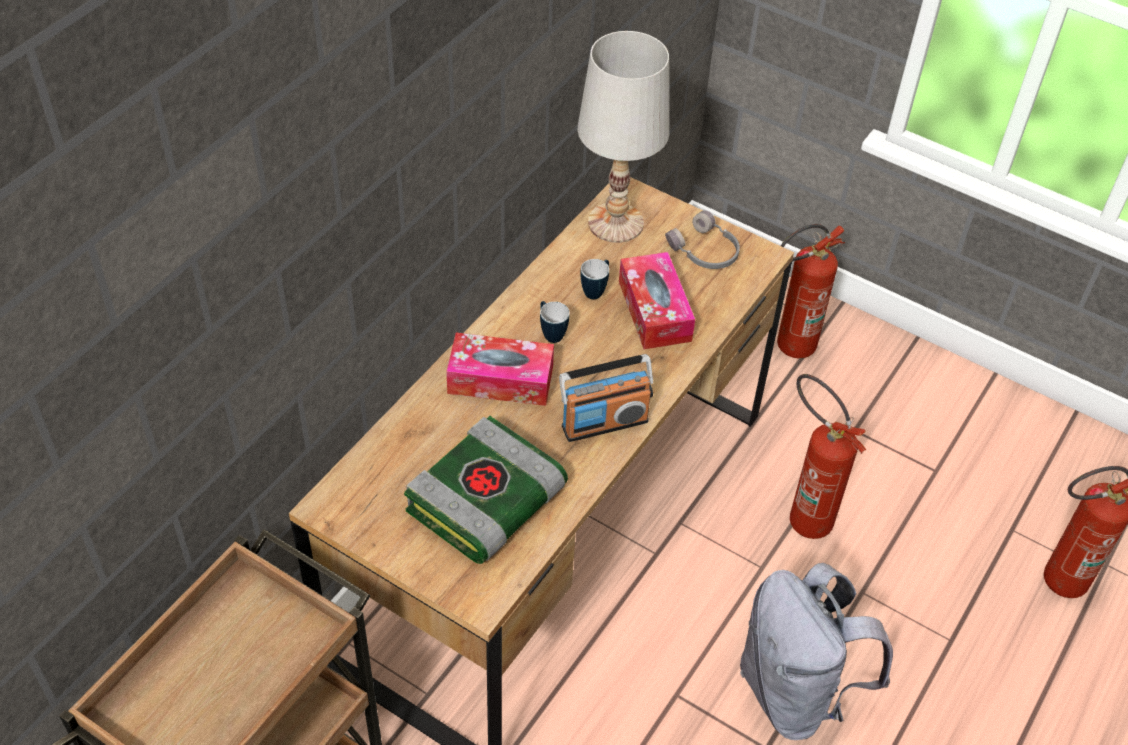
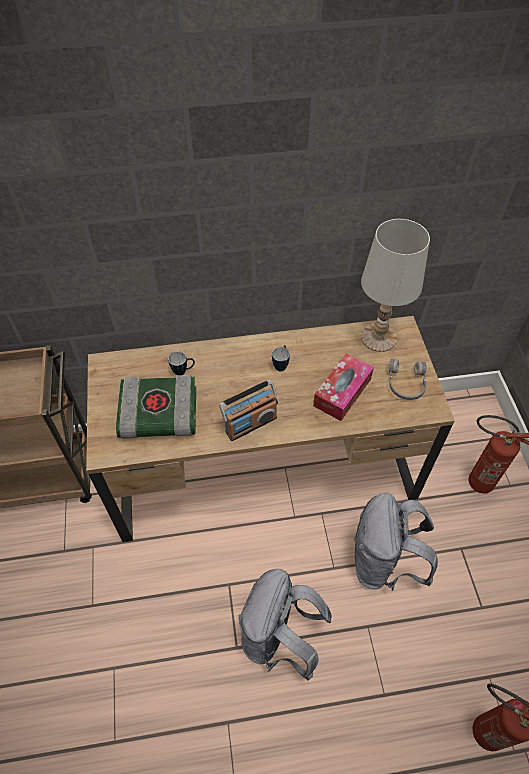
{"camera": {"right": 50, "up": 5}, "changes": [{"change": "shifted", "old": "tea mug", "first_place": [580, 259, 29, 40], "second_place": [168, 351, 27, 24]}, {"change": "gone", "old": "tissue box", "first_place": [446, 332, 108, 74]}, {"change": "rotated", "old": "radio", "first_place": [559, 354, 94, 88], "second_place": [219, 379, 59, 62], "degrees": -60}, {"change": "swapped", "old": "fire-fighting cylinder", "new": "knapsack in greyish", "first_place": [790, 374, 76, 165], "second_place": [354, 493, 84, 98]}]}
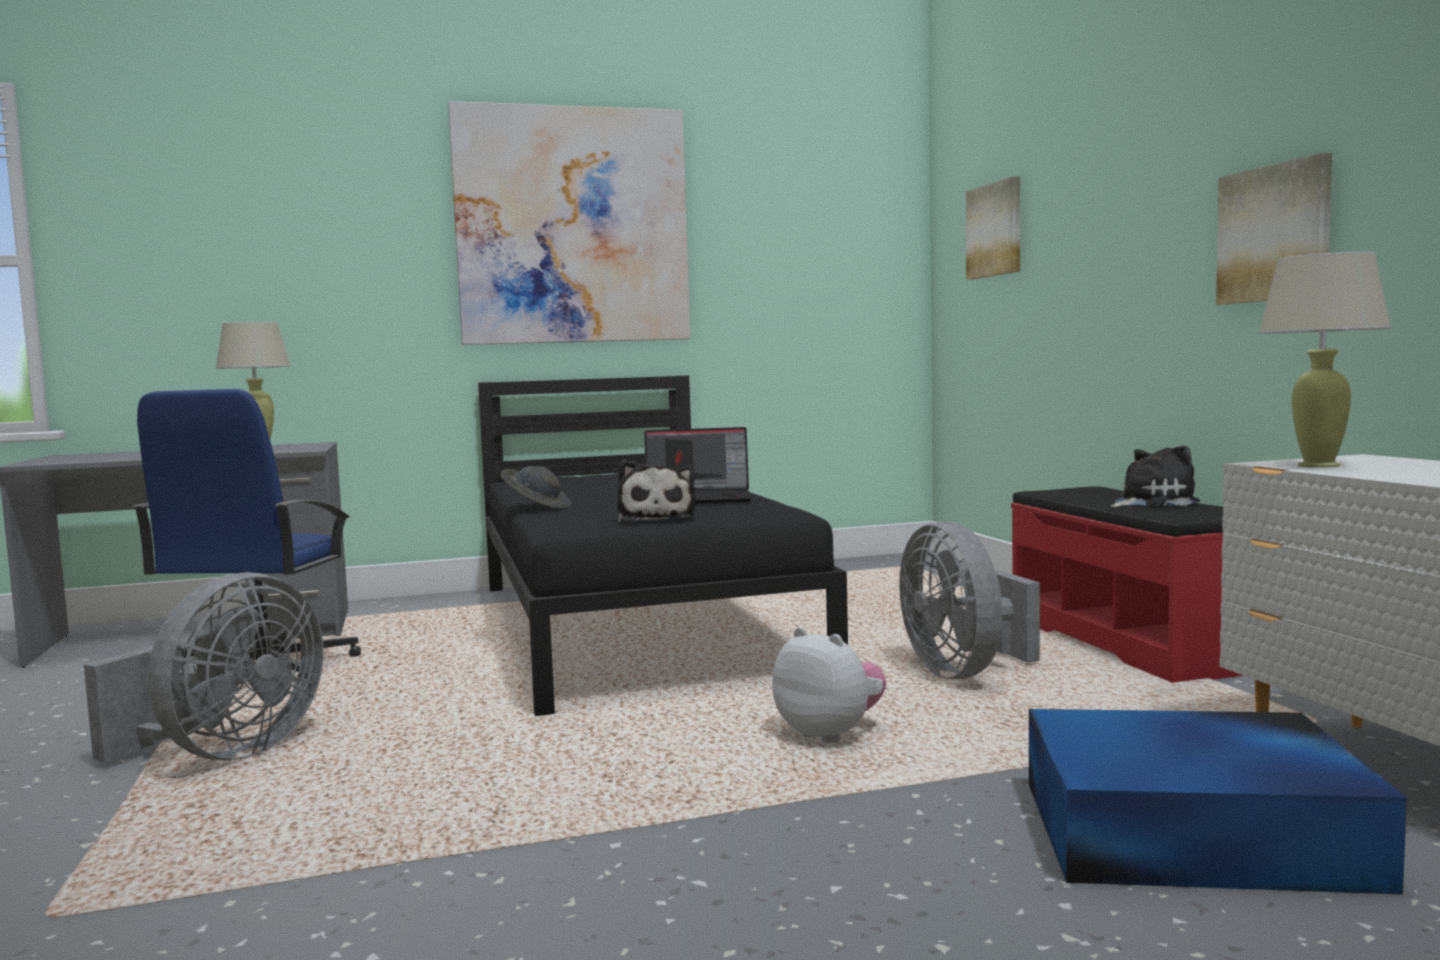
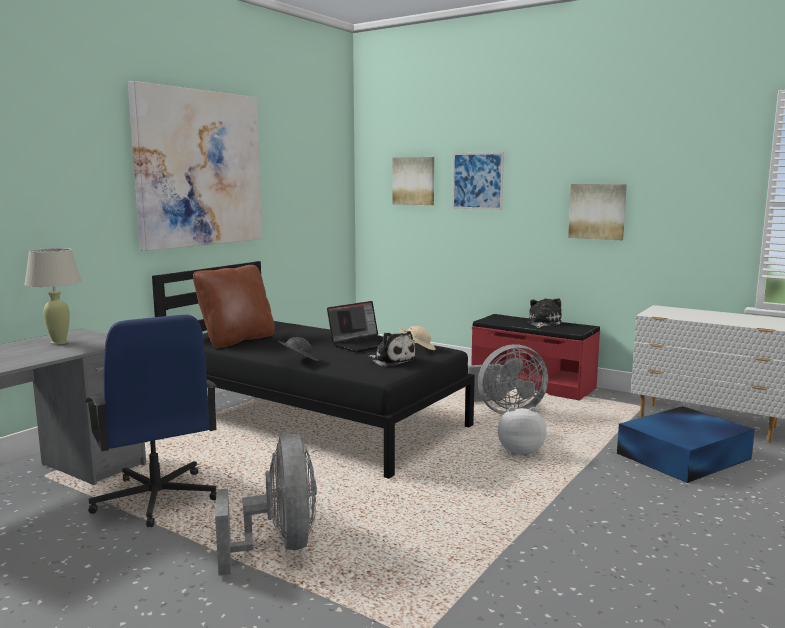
{"camera": {"right": -40, "up": 5}, "changes": [{"change": "gone", "old": "lamp for a table in beige", "first_place": [1259, 252, 132, 216]}, {"change": "rotated", "old": "fan in greyish", "first_place": [899, 521, 141, 158], "second_place": [468, 344, 80, 71], "degrees": -45}, {"change": "new", "new": "wall picture", "second_place": [452, 152, 52, 58]}, {"change": "new", "new": "cushion in brown-coloured", "second_place": [193, 265, 82, 84]}, {"change": "new", "new": "clothing hat in beige", "second_place": [399, 326, 37, 24]}]}
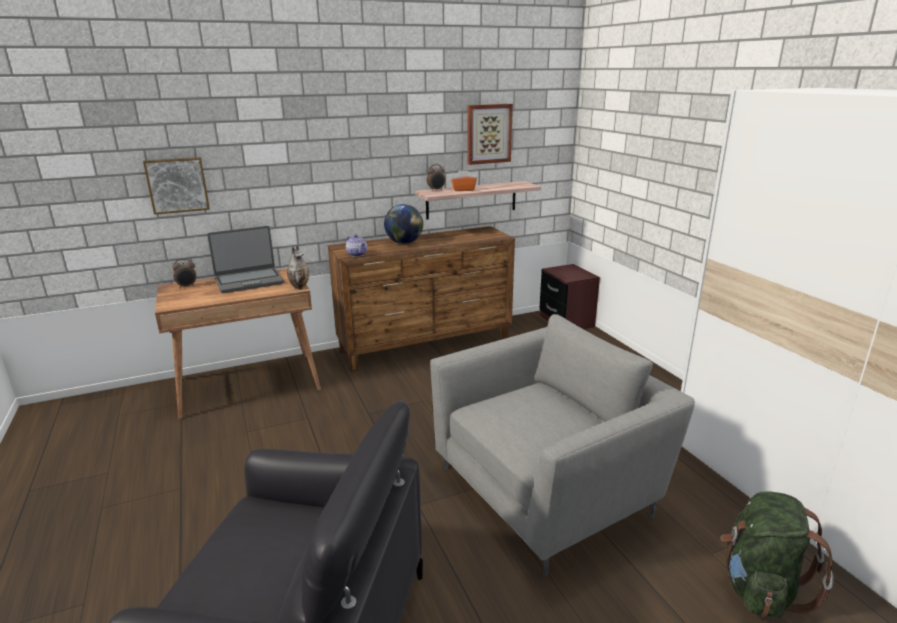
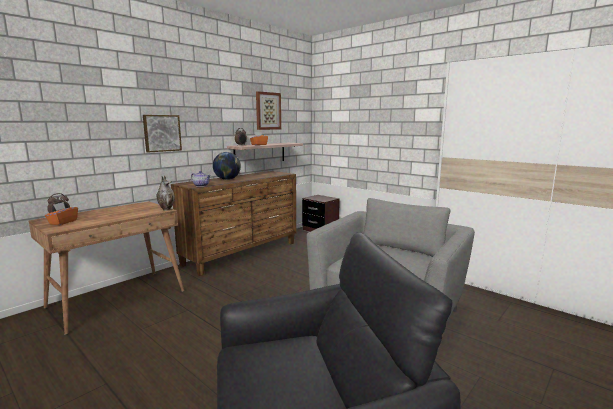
{"camera": {"right": -25, "up": -10}, "changes": [{"change": "shifted", "old": "wall picture", "first_place": [143, 157, 67, 58], "second_place": [143, 115, 39, 37]}, {"change": "gone", "old": "notebook computer", "first_place": [207, 226, 77, 67]}, {"change": "gone", "old": "knapsack in green", "first_place": [720, 491, 114, 128]}, {"change": "new", "new": "tissue box in orange", "second_place": [45, 202, 33, 23]}]}
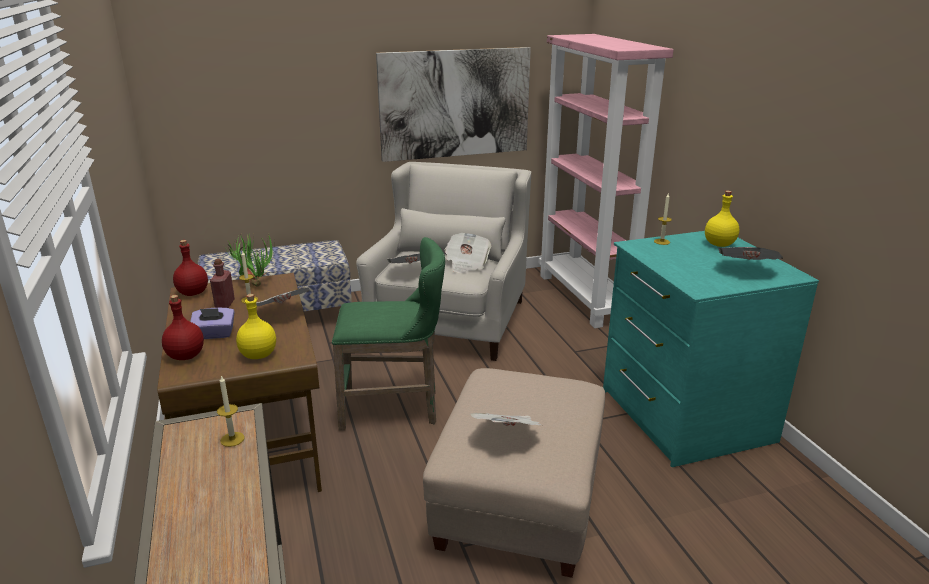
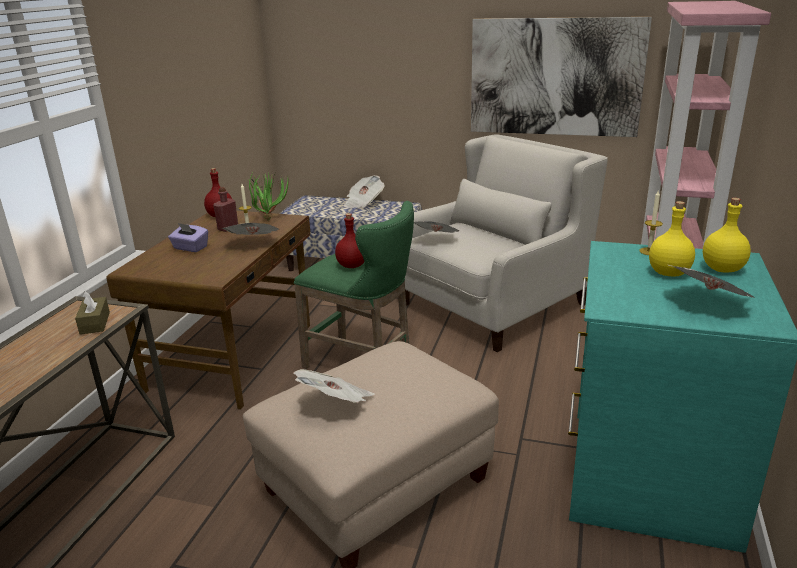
{"camera": {"right": 35, "up": 0}, "changes": [{"change": "shifted", "old": "newspaper", "first_place": [445, 233, 46, 40], "second_place": [344, 175, 40, 33]}, {"change": "shifted", "old": "beverage bottle in yellow", "first_place": [236, 294, 40, 65], "second_place": [649, 201, 46, 76]}, {"change": "shifted", "old": "beverage bottle in red", "first_place": [162, 295, 42, 65], "second_place": [335, 213, 29, 55]}, {"change": "swapped", "old": "wax light", "new": "tissue box in brown-coloured", "first_place": [217, 375, 28, 72], "second_place": [75, 291, 35, 44]}]}
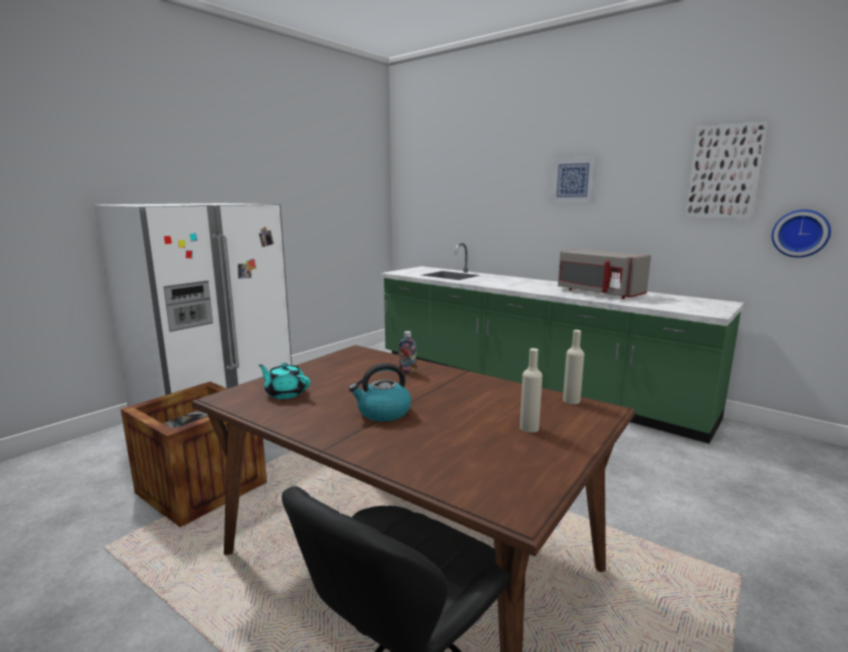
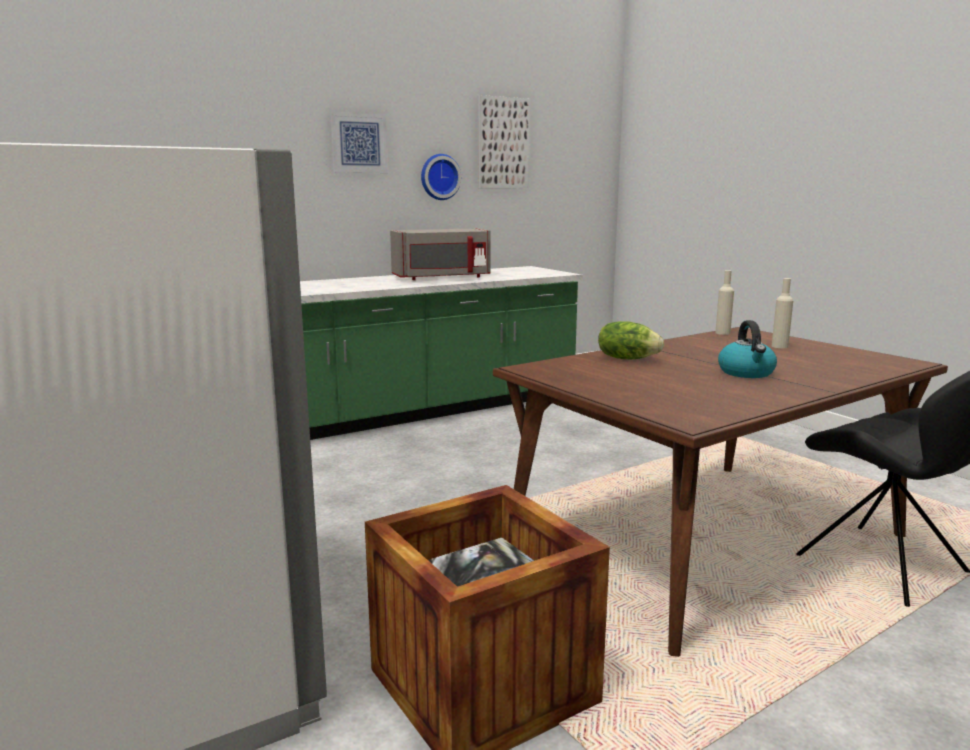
{"camera": {"right": -70, "up": 0}, "changes": [{"change": "shifted", "old": "hanging clock", "first_place": [772, 209, 59, 49], "second_place": [421, 154, 40, 46]}, {"change": "swapped", "old": "beverage bottle", "new": "lettuce", "first_place": [399, 331, 18, 43], "second_place": [598, 321, 66, 38]}, {"change": "gone", "old": "pot for tea in blue-green", "first_place": [258, 363, 52, 36]}]}
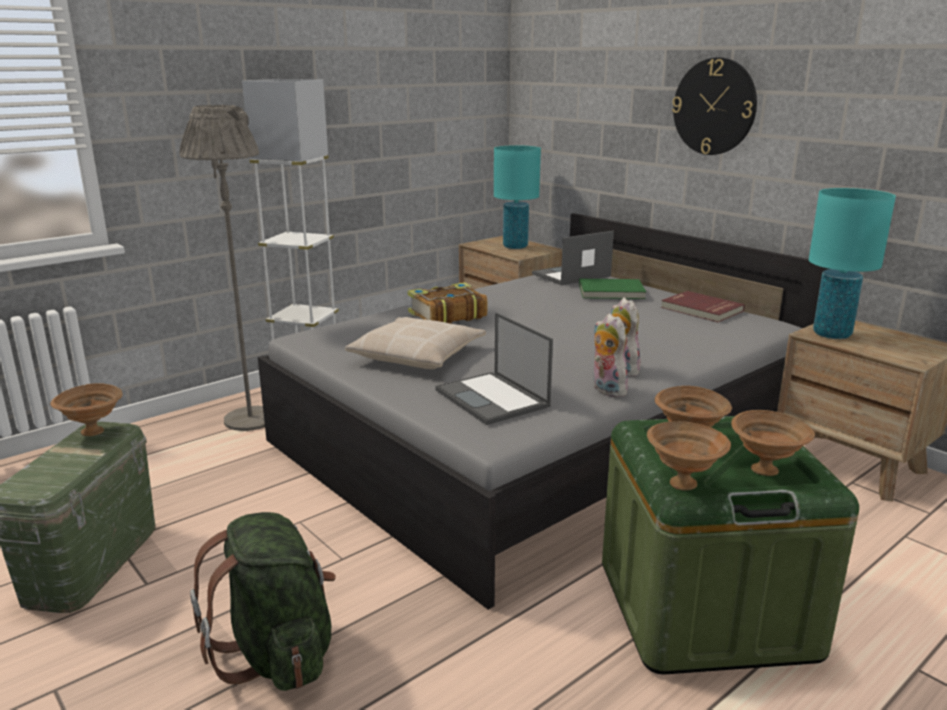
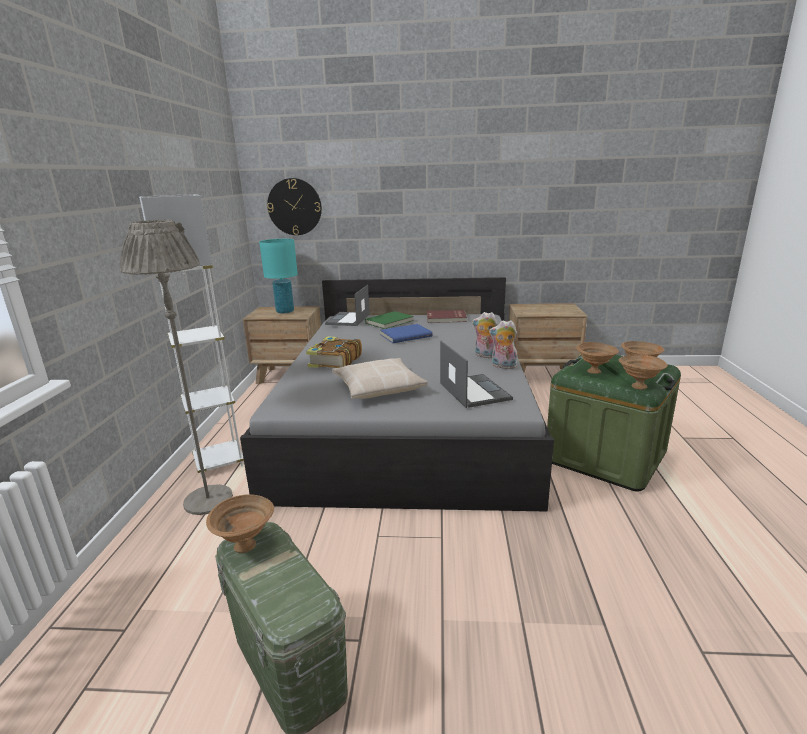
{"camera": {"right": -45, "up": 0}, "changes": [{"change": "shifted", "old": "hanging clock", "first_place": [672, 57, 85, 98], "second_place": [267, 178, 55, 57]}, {"change": "gone", "old": "lamp for a table in blue-green", "first_place": [809, 188, 87, 151]}, {"change": "rotated", "old": "notebook computer", "first_place": [435, 312, 118, 113], "second_place": [440, 341, 73, 67], "degrees": -120}, {"change": "gone", "old": "knapsack in green", "first_place": [190, 512, 146, 179]}, {"change": "new", "new": "volume in blue", "second_place": [380, 324, 53, 19]}]}
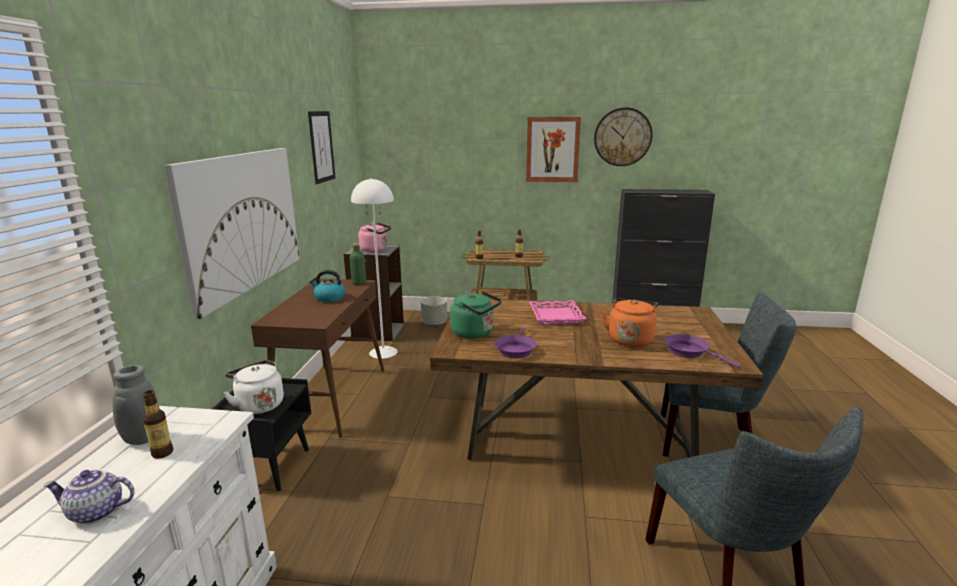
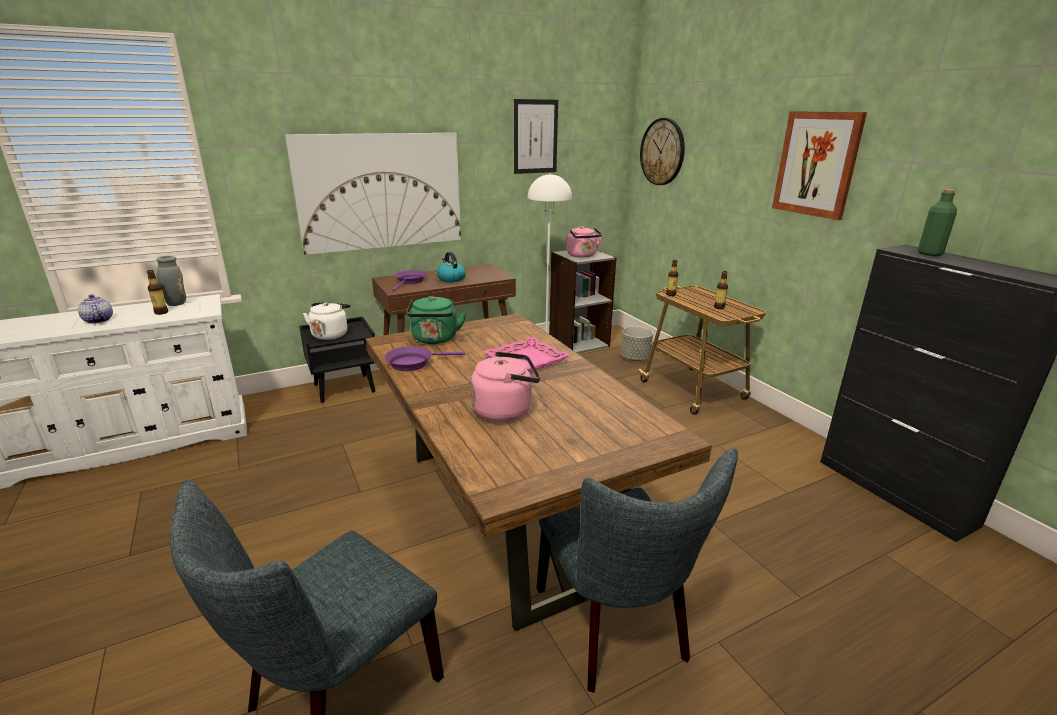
{"camera": {"right": 55, "up": 5}, "changes": [{"change": "shifted", "old": "hanging clock", "first_place": [594, 107, 59, 59], "second_place": [640, 118, 45, 67]}, {"change": "shifted", "old": "beverage bottle in green", "first_place": [350, 243, 16, 42], "second_place": [918, 189, 39, 67]}, {"change": "repainted", "old": "kettle in orange", "new": "kettle in pink-coloured", "first_place": [600, 298, 58, 49], "second_place": [471, 351, 69, 71]}, {"change": "shifted", "old": "frying pan in purple-coloured", "first_place": [665, 334, 76, 34], "second_place": [392, 270, 34, 21]}]}
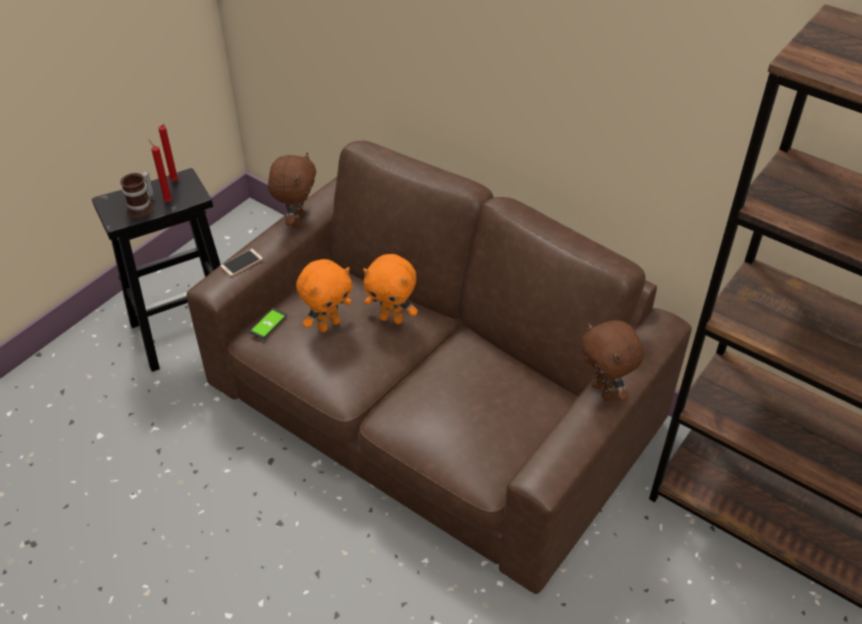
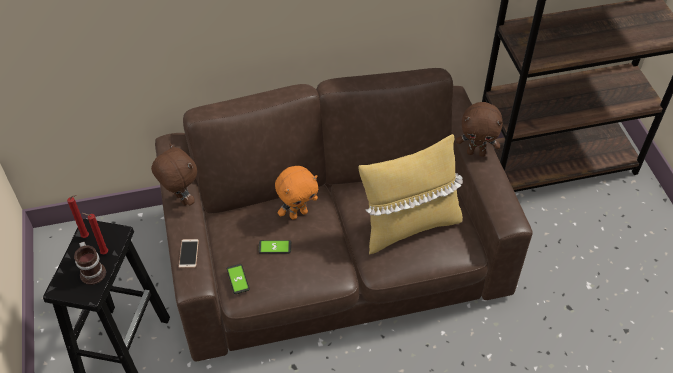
{"camera": {"right": -50, "up": 5}, "changes": [{"change": "swapped", "old": "plush toy in orange", "new": "handset", "first_place": [296, 259, 57, 73], "second_place": [258, 240, 33, 14]}, {"change": "new", "new": "cushion in yellow", "second_place": [358, 134, 105, 121]}]}
